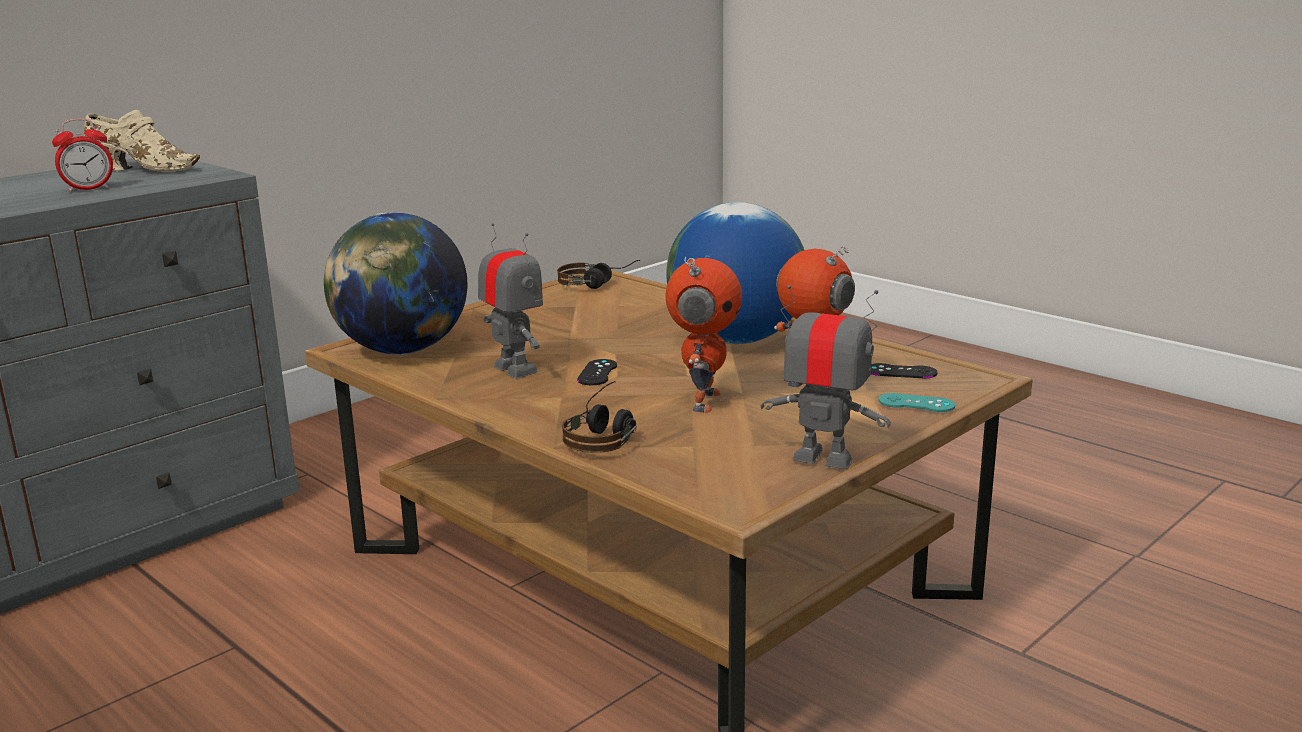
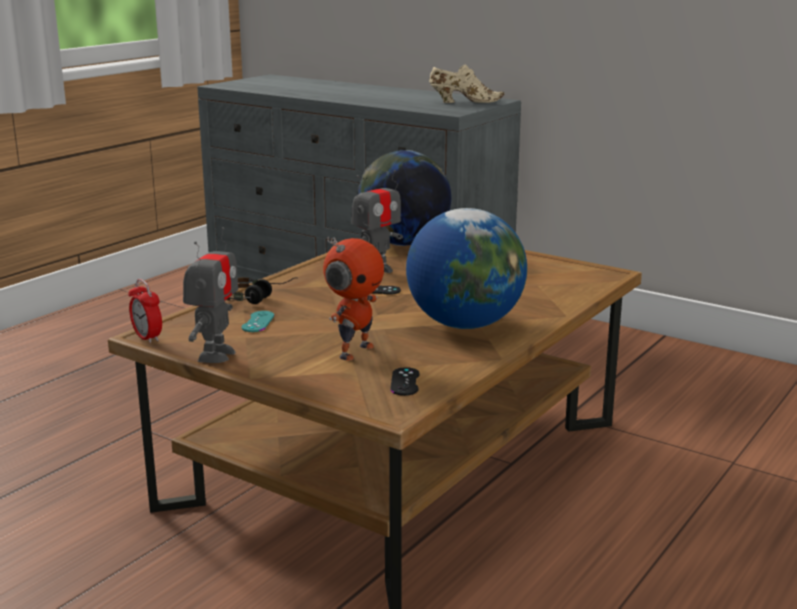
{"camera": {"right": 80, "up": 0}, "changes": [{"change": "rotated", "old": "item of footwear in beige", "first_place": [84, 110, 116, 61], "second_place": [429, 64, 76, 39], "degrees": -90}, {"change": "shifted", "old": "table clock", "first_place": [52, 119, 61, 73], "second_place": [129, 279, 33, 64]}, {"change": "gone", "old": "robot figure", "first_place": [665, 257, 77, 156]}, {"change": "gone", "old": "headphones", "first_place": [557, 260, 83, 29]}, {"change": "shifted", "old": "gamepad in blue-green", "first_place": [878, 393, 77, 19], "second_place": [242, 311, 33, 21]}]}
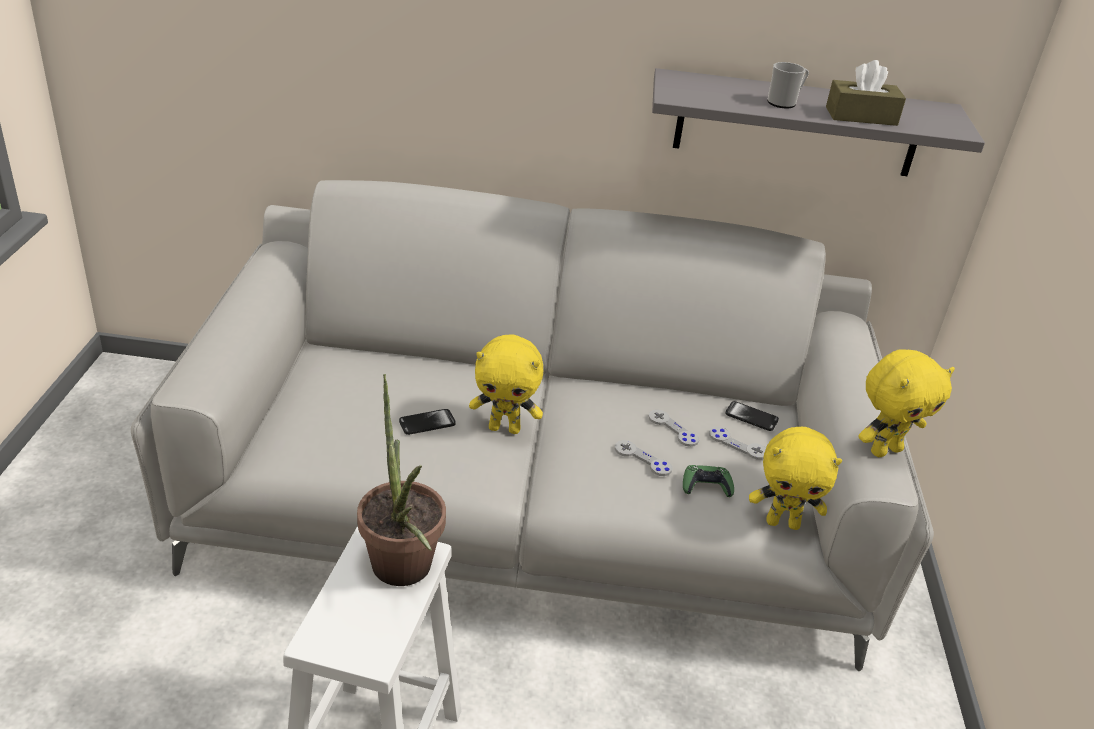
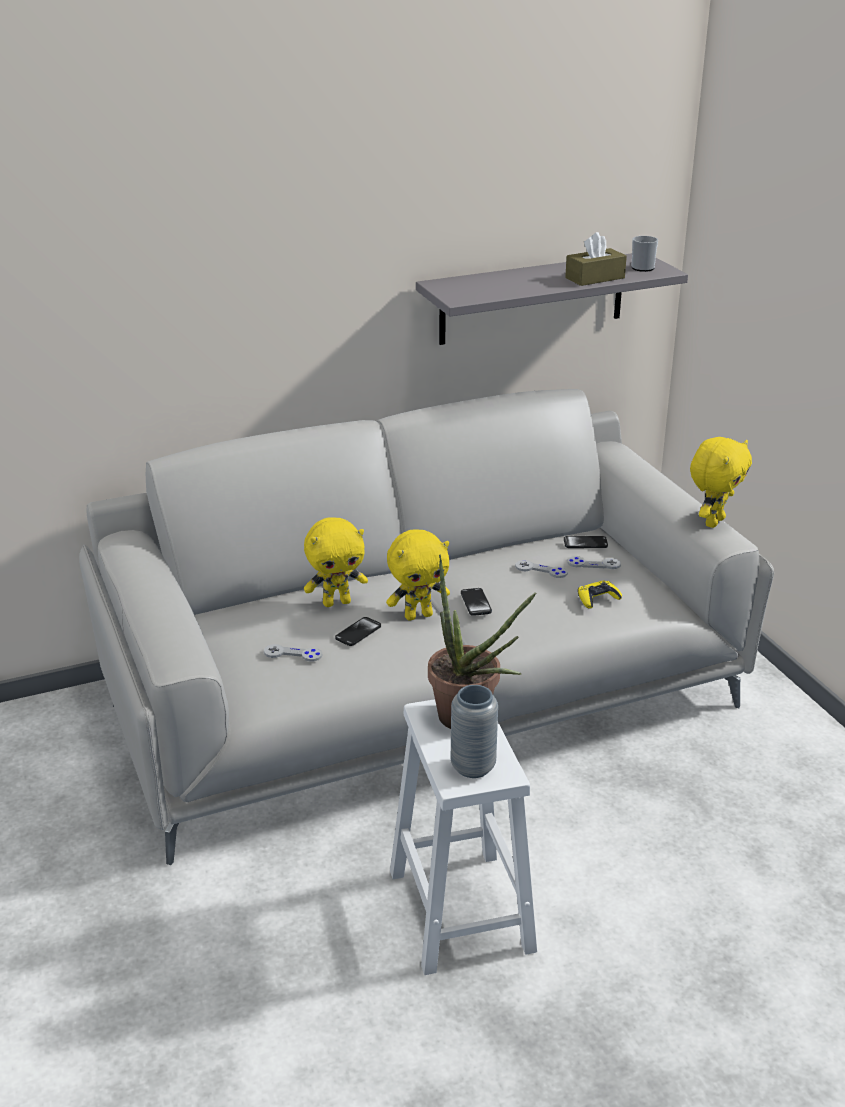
{"camera": {"right": -25, "up": -5}, "changes": [{"change": "shifted", "old": "tea mug", "first_place": [767, 62, 42, 46], "second_place": [631, 236, 27, 36]}, {"change": "shifted", "old": "plush toy in yellow", "first_place": [749, 427, 93, 103], "second_place": [304, 517, 64, 90]}, {"change": "shifted", "old": "gamepad in greyish", "first_place": [615, 440, 58, 36], "second_place": [264, 644, 58, 18]}, {"change": "repainted", "old": "gamepad in green", "new": "gamepad in yellow", "first_place": [683, 465, 51, 32], "second_place": [578, 581, 44, 28]}, {"change": "new", "new": "handset", "second_place": [461, 588, 31, 28]}, {"change": "new", "new": "flower vase in greyish", "second_place": [451, 685, 47, 93]}]}
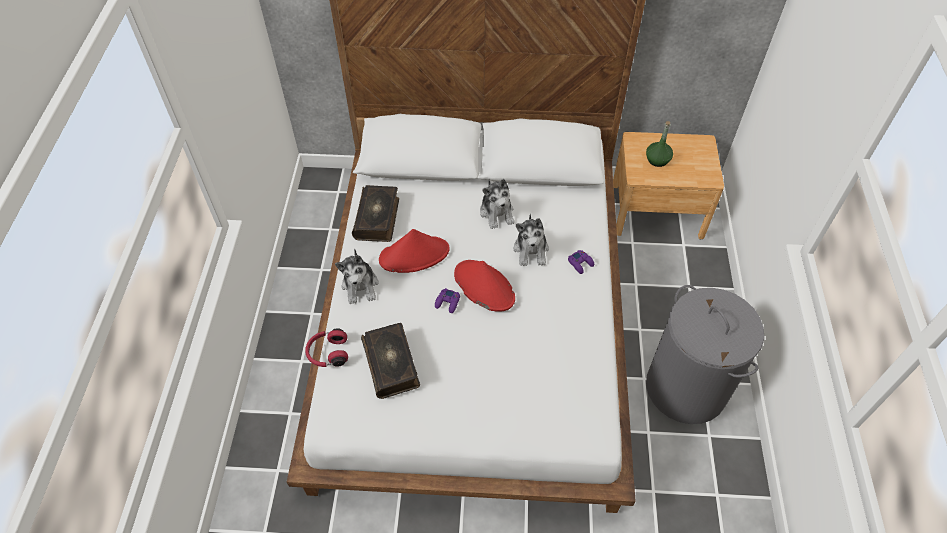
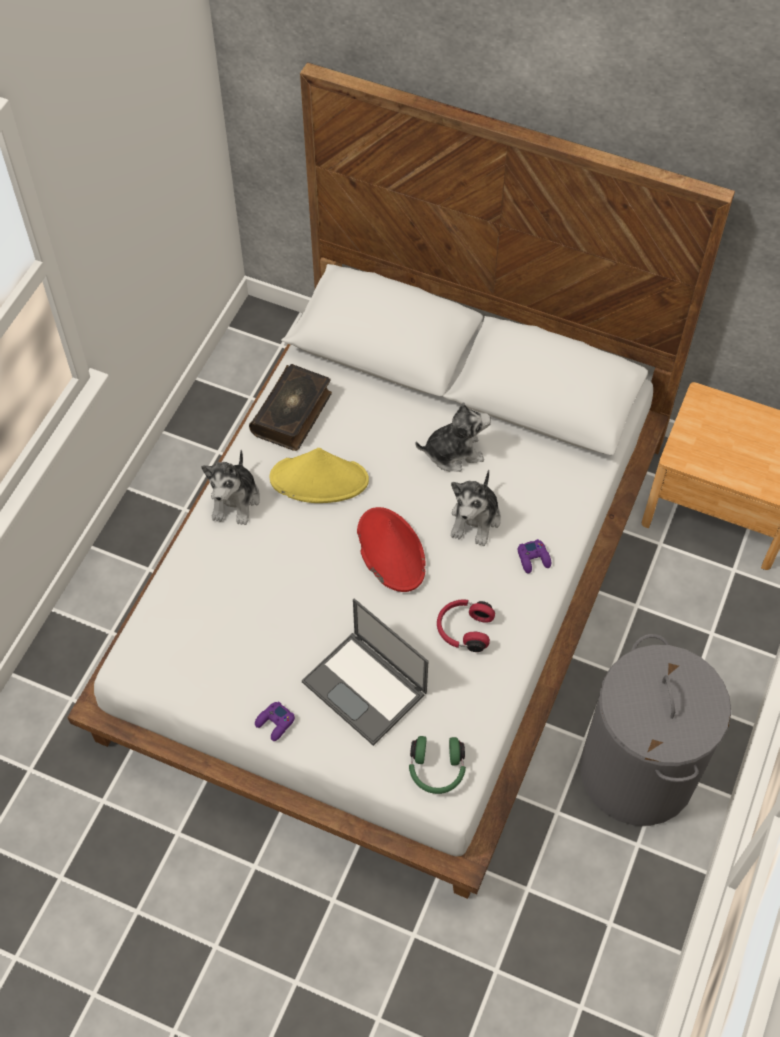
{"camera": {"right": 20, "up": 5}, "changes": [{"change": "gone", "old": "beverage bottle in green", "first_place": [646, 121, 27, 46]}, {"change": "rotated", "old": "plush toy", "first_place": [480, 179, 34, 50], "second_place": [415, 402, 76, 70], "degrees": -105}, {"change": "repainted", "old": "clothing hat in red", "new": "clothing hat in yellow", "first_place": [379, 229, 71, 44], "second_place": [269, 448, 100, 55]}, {"change": "shifted", "old": "gamepad in purple-coloured", "first_place": [435, 288, 25, 25], "second_place": [255, 701, 40, 40]}, {"change": "gone", "old": "volume", "first_place": [361, 323, 59, 76]}, {"change": "shifted", "old": "headphones in red", "first_place": [305, 328, 43, 39], "second_place": [437, 599, 58, 53]}, {"change": "new", "new": "notebook computer", "second_place": [302, 599, 126, 147]}, {"change": "new", "new": "headphones in green", "second_place": [409, 736, 57, 58]}]}
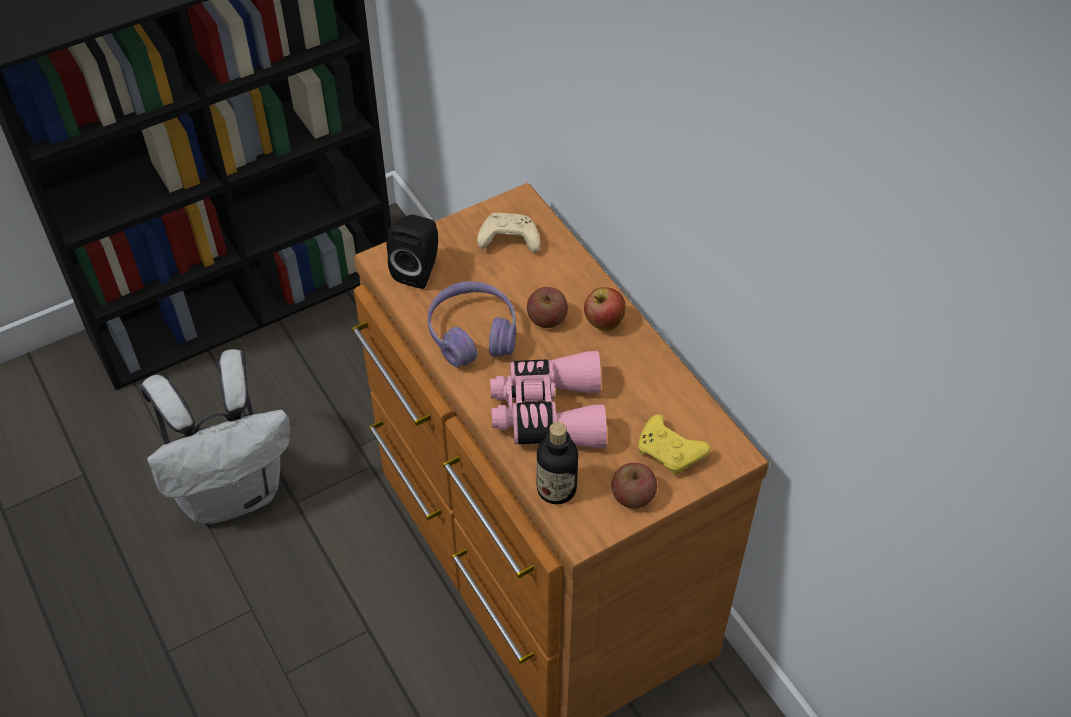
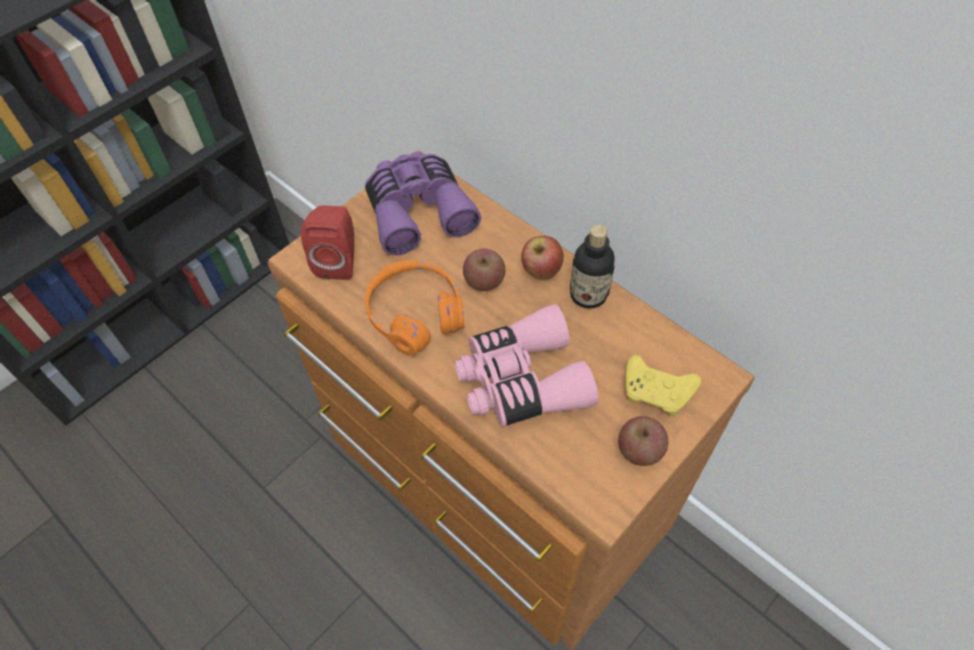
{"camera": {"right": -15, "up": 5}, "changes": [{"change": "swapped", "old": "gamepad in beige", "new": "field glasses in purple-coloured", "first_place": [477, 213, 63, 40], "second_place": [365, 152, 116, 104]}, {"change": "repainted", "old": "audio speaker in blackish", "new": "audio speaker in red", "first_place": [387, 215, 51, 74], "second_place": [301, 206, 53, 74]}, {"change": "repainted", "old": "headphones in purple-coloured", "new": "headphones in orange", "first_place": [428, 281, 88, 86], "second_place": [365, 260, 99, 96]}, {"change": "gone", "old": "knapsack in whitish", "first_place": [140, 349, 150, 175]}, {"change": "shifted", "old": "beverage bottle", "first_place": [537, 422, 41, 82], "second_place": [570, 225, 45, 84]}]}
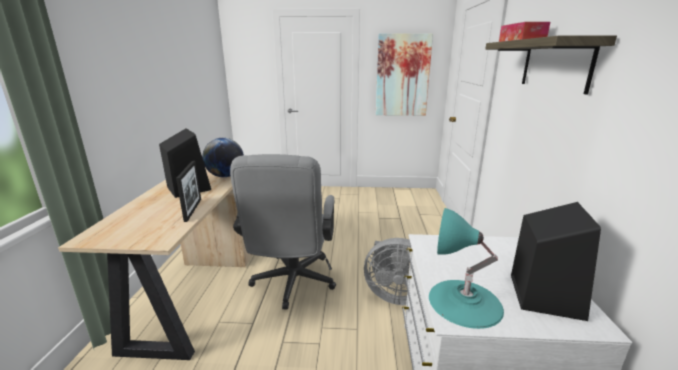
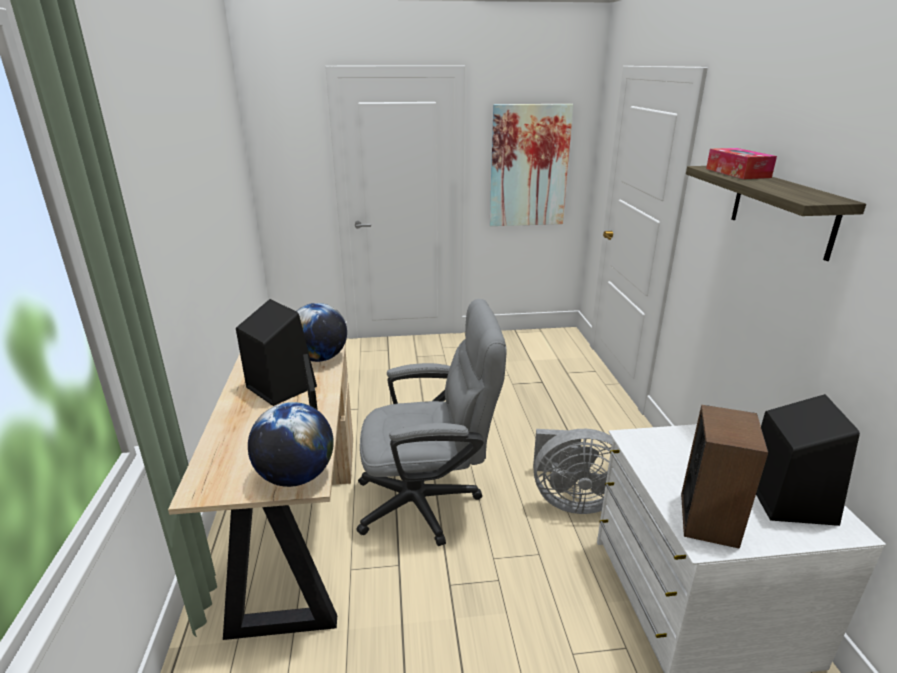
{"camera": {"right": -10, "up": 5}, "changes": [{"change": "rotated", "old": "desk chair in greyish", "first_place": [230, 154, 106, 156], "second_place": [357, 299, 149, 247], "degrees": -90}, {"change": "swapped", "old": "lamp for a table in blue-green", "new": "audio speaker", "first_place": [429, 208, 75, 121], "second_place": [681, 405, 87, 144]}, {"change": "new", "new": "desk globe", "second_place": [248, 402, 86, 85]}]}
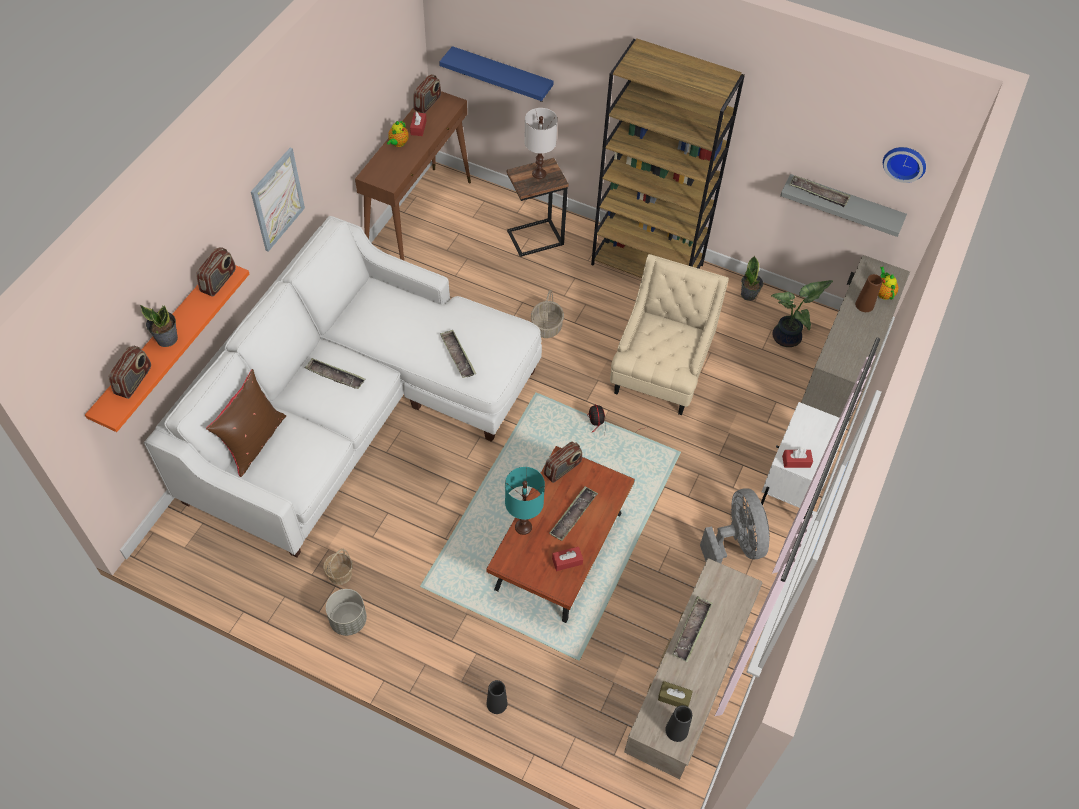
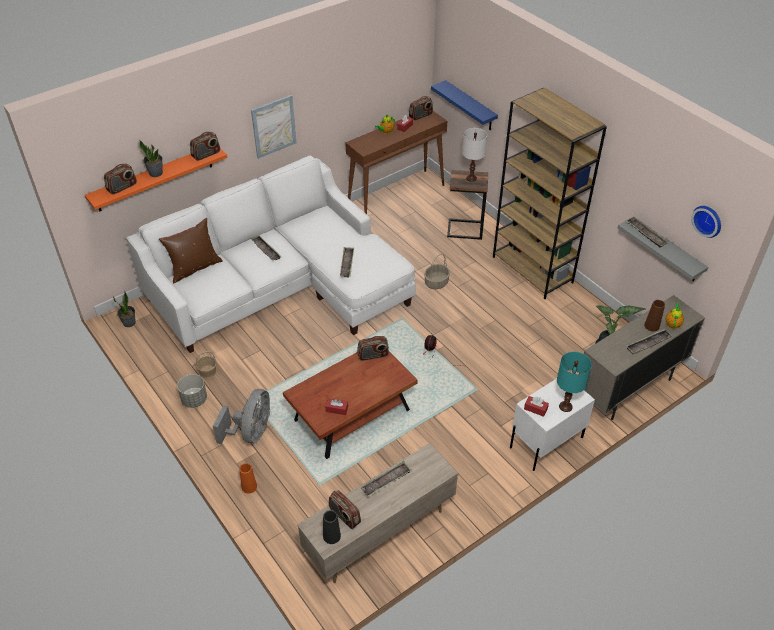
{"camera": {"right": 30, "up": -10}, "changes": [{"change": "gone", "old": "lounge chair in beige", "first_place": [610, 254, 119, 161]}, {"change": "shifted", "old": "houseplant", "first_place": [741, 256, 22, 45], "second_place": [113, 291, 23, 36]}, {"change": "shifted", "old": "lamp for a table in blue-green", "first_place": [505, 467, 40, 68], "second_place": [557, 352, 35, 60]}, {"change": "shifted", "old": "tray", "first_place": [550, 486, 48, 55], "second_place": [626, 329, 46, 25]}, {"change": "shifted", "old": "fan in greyish", "first_place": [700, 488, 70, 75], "second_place": [213, 389, 57, 55]}, {"change": "repainted", "old": "flower vase in blackish", "new": "flower vase in orange", "first_place": [487, 680, 20, 34], "second_place": [239, 463, 18, 31]}, {"change": "swapped", "old": "tissue box in brown-coloured", "new": "radio", "first_place": [658, 681, 35, 26], "second_place": [329, 490, 32, 39]}]}
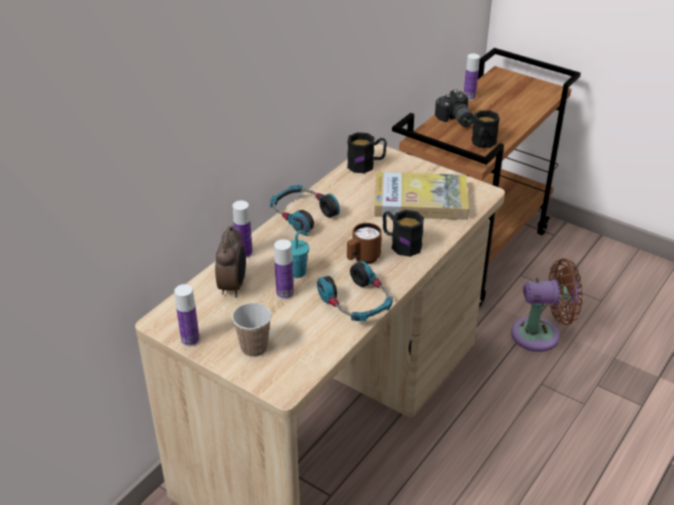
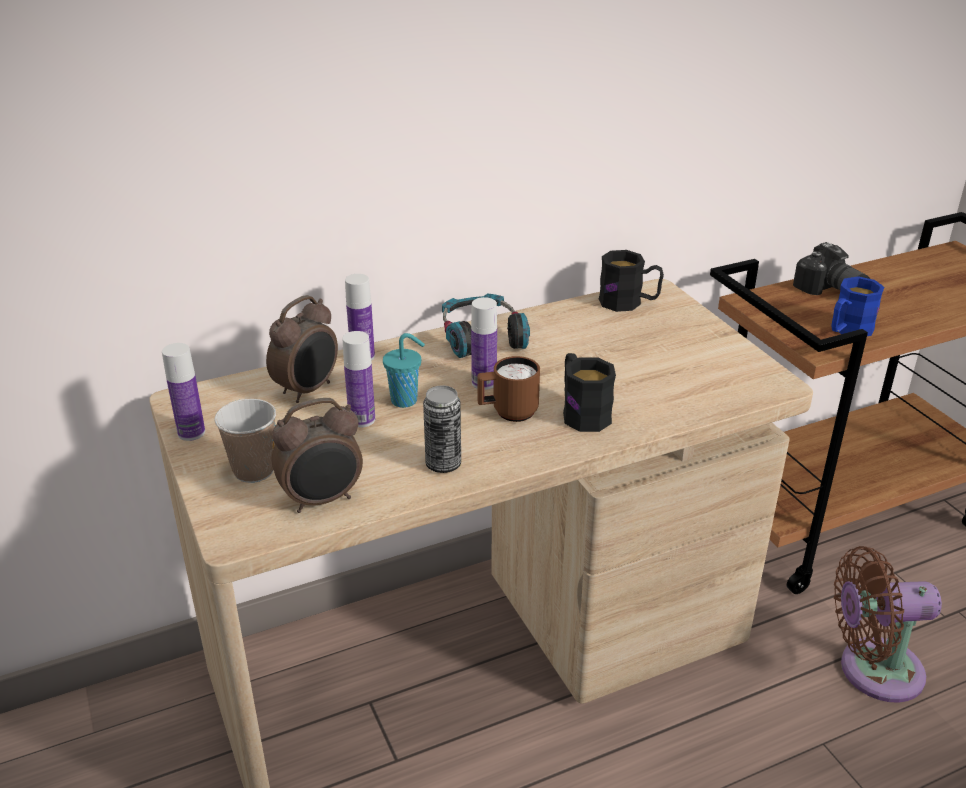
{"camera": {"right": 30, "up": -5}, "changes": [{"change": "shifted", "old": "beverage bottle", "first_place": [464, 54, 16, 46], "second_place": [471, 297, 26, 93]}, {"change": "rotated", "old": "photo camera", "first_place": [435, 89, 39, 38], "second_place": [793, 242, 77, 53], "degrees": -45}, {"change": "repainted", "old": "tea mug in blackish", "new": "tea mug in blue", "first_place": [472, 110, 28, 38], "second_place": [831, 276, 53, 60]}, {"change": "gone", "old": "volume", "first_place": [374, 172, 95, 48]}, {"change": "rotated", "old": "fan in brown-coloured", "first_place": [511, 258, 72, 94], "second_place": [834, 546, 108, 157], "degrees": 150}, {"change": "swapped", "old": "headphones", "new": "metal can", "first_place": [317, 261, 76, 60], "second_place": [423, 385, 38, 88]}, {"change": "new", "new": "table clock", "second_place": [272, 398, 91, 115]}]}
